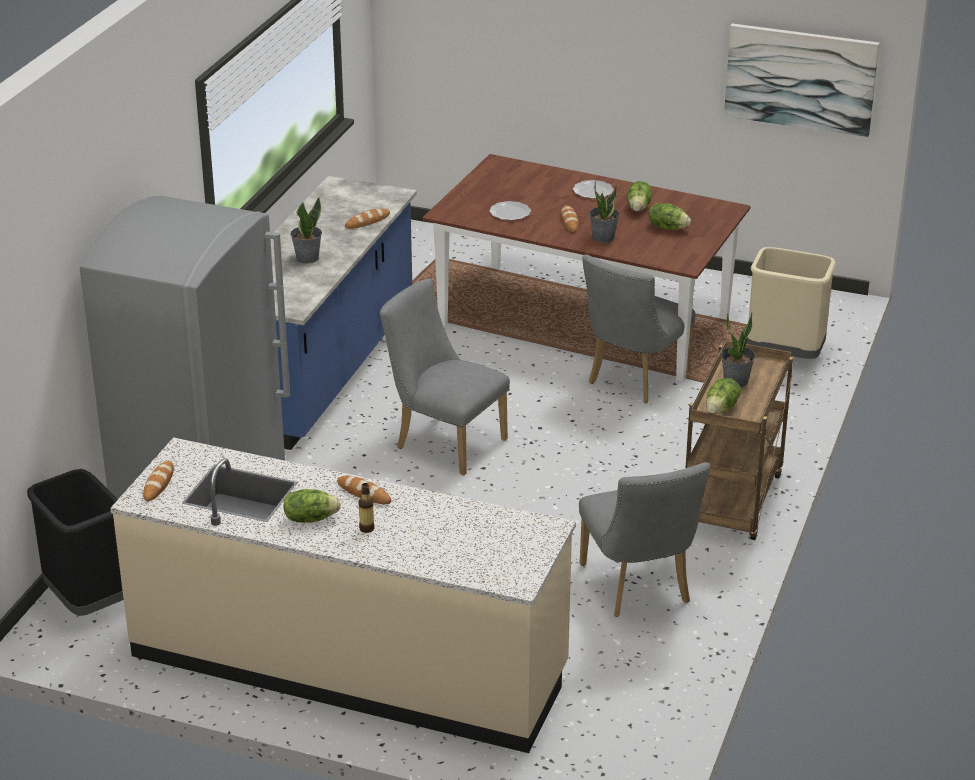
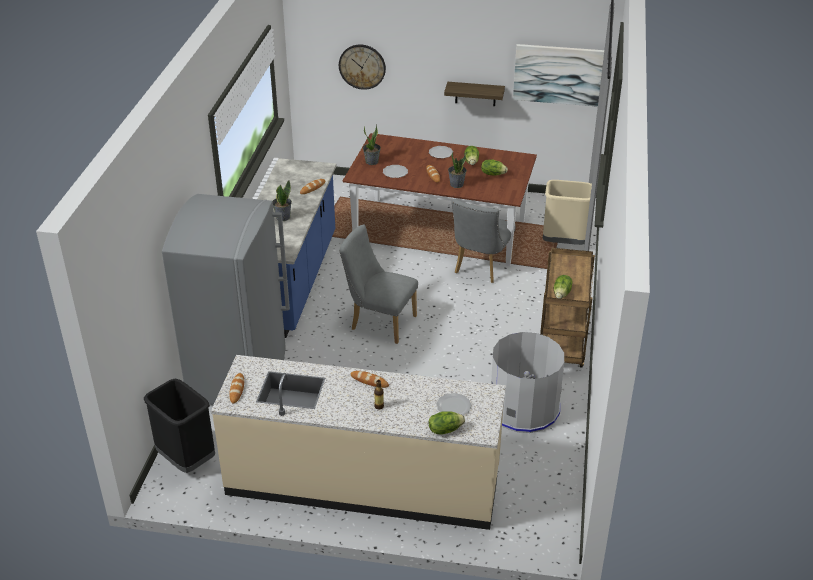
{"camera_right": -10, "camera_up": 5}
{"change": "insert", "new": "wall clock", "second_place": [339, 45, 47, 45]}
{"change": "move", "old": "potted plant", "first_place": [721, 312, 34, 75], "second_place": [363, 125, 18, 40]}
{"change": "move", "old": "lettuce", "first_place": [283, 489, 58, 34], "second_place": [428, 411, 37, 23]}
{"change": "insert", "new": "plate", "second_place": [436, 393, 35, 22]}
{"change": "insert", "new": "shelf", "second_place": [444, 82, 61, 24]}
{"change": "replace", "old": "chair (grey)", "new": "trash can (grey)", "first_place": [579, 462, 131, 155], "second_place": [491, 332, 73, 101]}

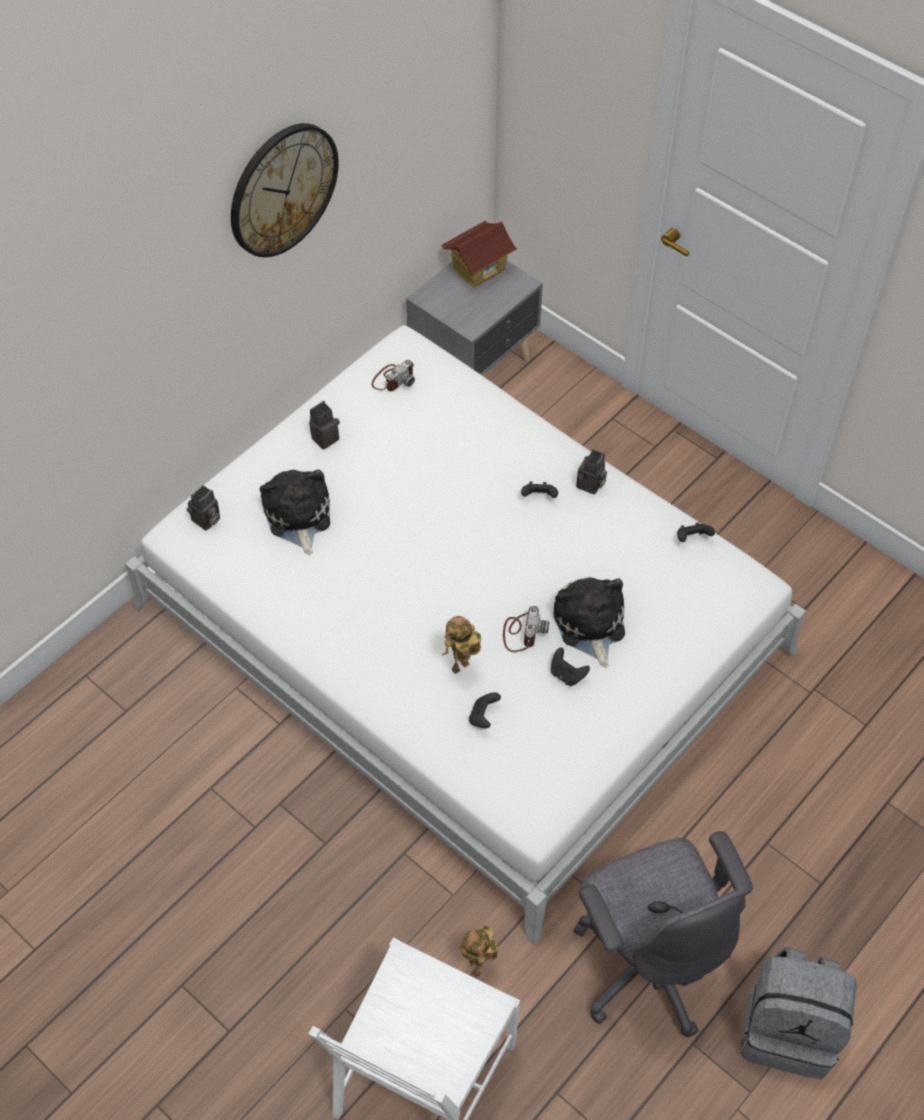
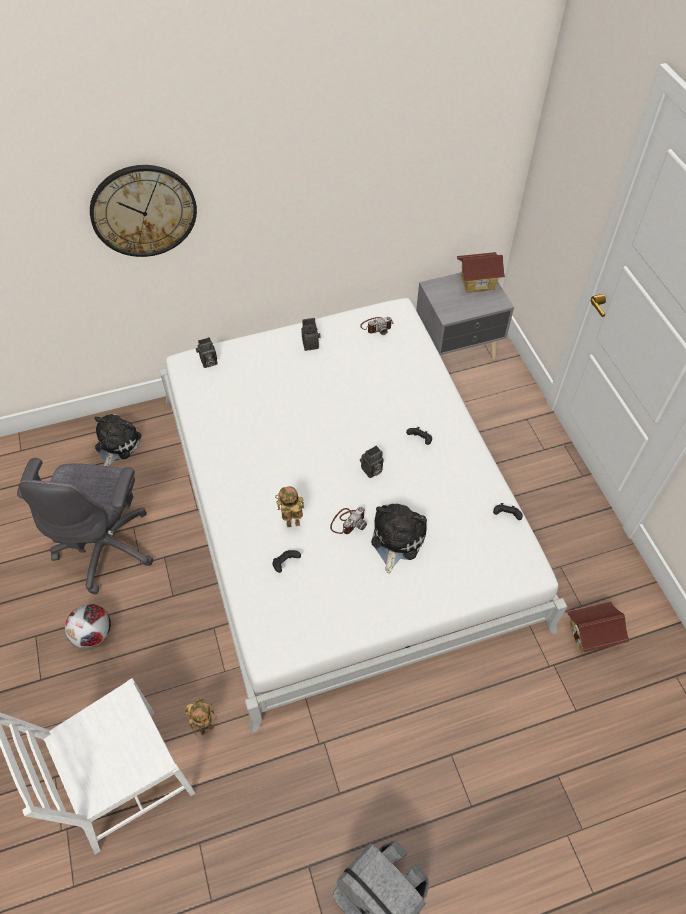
{"camera_right": 30, "camera_up": 0}
{"change": "move", "old": "office chair (grey)", "first_place": [573, 831, 180, 206], "second_place": [17, 458, 136, 136]}
{"change": "insert", "new": "football", "second_place": [65, 604, 46, 45]}
{"change": "move", "old": "wall clock", "first_place": [231, 123, 108, 134], "second_place": [90, 165, 107, 92]}
{"change": "move", "old": "plush toy", "first_place": [260, 470, 70, 85], "second_place": [94, 414, 47, 52]}
{"change": "rotate", "old": "toy robot", "first_place": [458, 926, 40, 51], "second_place": [185, 698, 33, 41], "degrees": -135}
{"change": "move", "old": "photo camera", "first_place": [576, 450, 31, 45], "second_place": [360, 446, 24, 32]}
{"change": "insert", "new": "toy house", "second_place": [567, 602, 63, 51]}
{"change": "delete", "old": "game controller (black)", "first_place": [551, 648, 39, 38]}

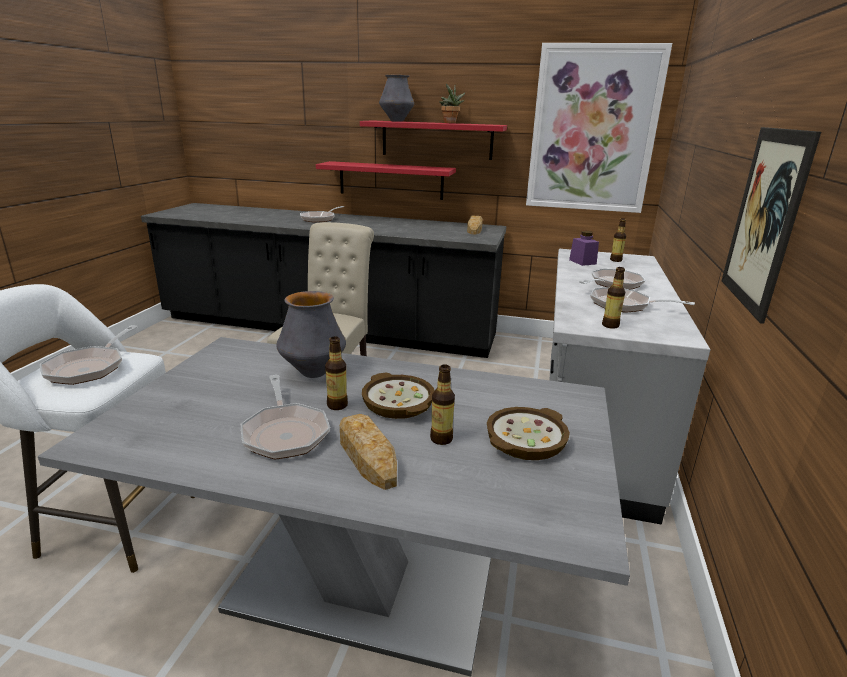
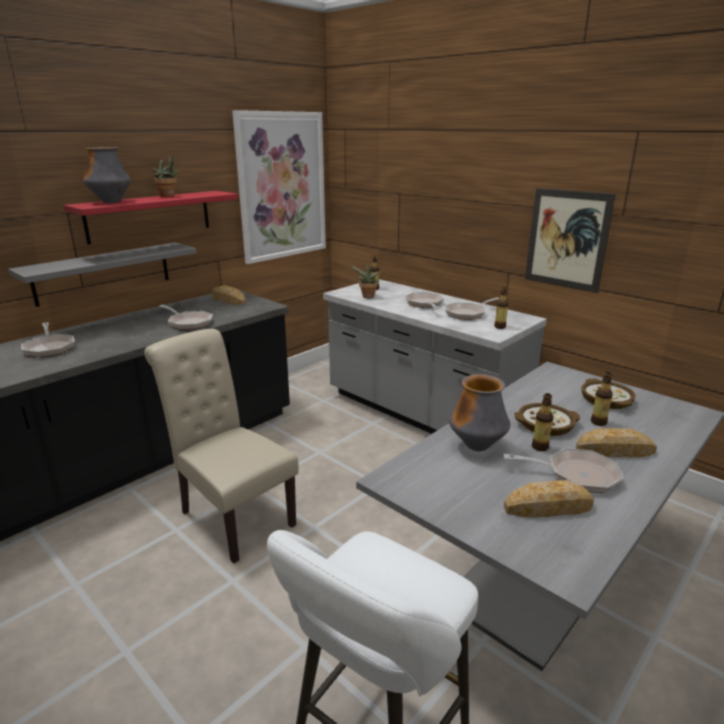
{"camera_right": -60, "camera_up": 0}
{"change": "recolor", "old": "shelf (red)", "new": "shelf (grey)", "first_place": [316, 161, 140, 39], "second_place": [8, 243, 189, 64]}
{"change": "move", "old": "frying pan", "first_place": [40, 325, 98, 60], "second_place": [160, 305, 53, 25]}
{"change": "replace", "old": "jar (purple)", "new": "potted plant", "first_place": [569, 231, 30, 35], "second_place": [350, 265, 31, 33]}
{"change": "insert", "new": "bread", "second_place": [504, 480, 90, 38]}

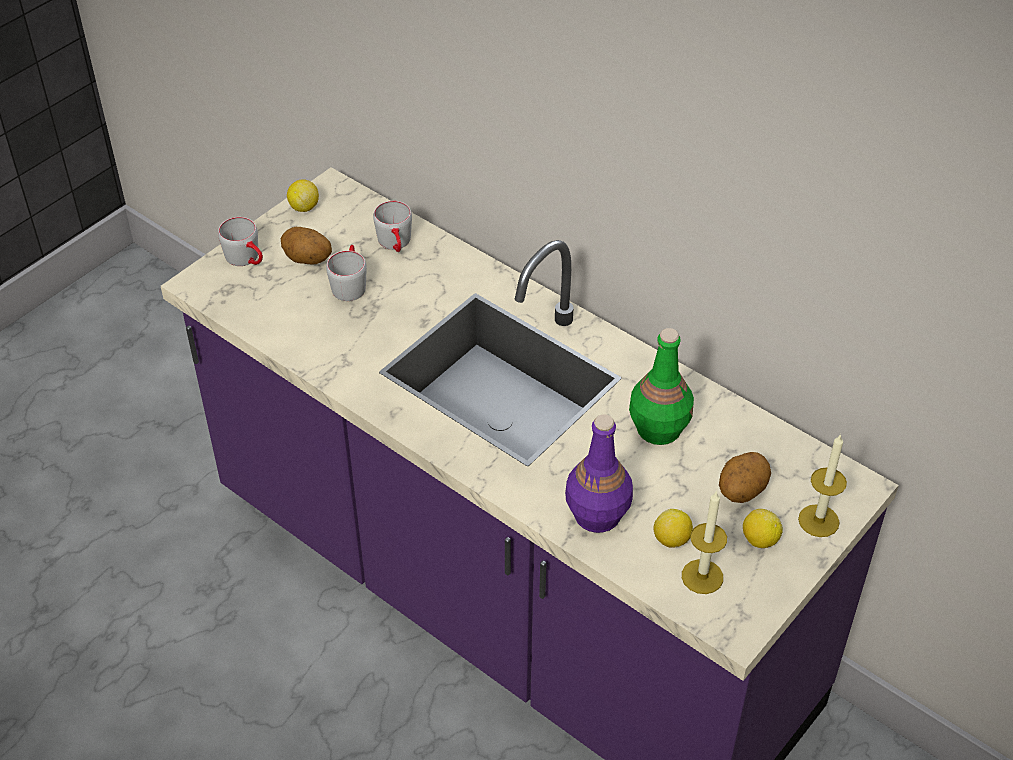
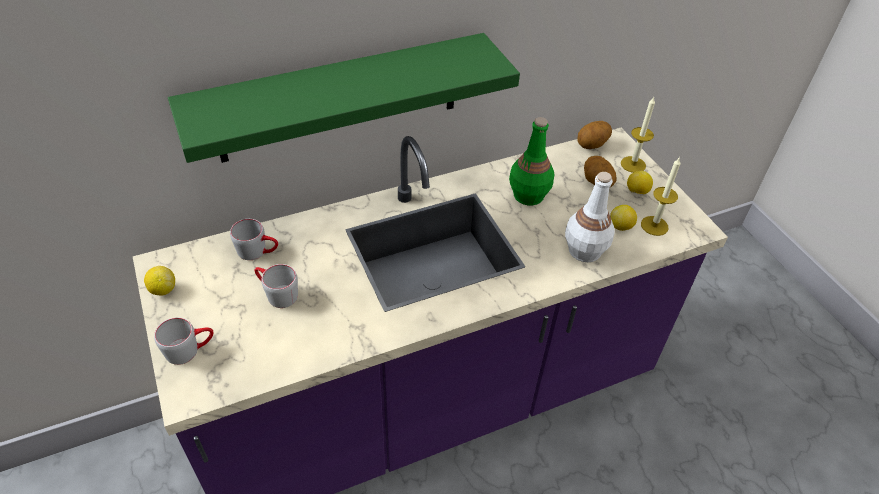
{"camera_right": -65, "camera_up": 0}
{"change": "insert", "new": "shelf (green)", "second_place": [168, 33, 352, 130]}
{"change": "recolor", "old": "bottle (purple)", "new": "bottle (white)", "first_place": [565, 415, 68, 118], "second_place": [565, 172, 50, 90]}
{"change": "move", "old": "potato", "first_place": [281, 227, 51, 38], "second_place": [577, 121, 35, 28]}

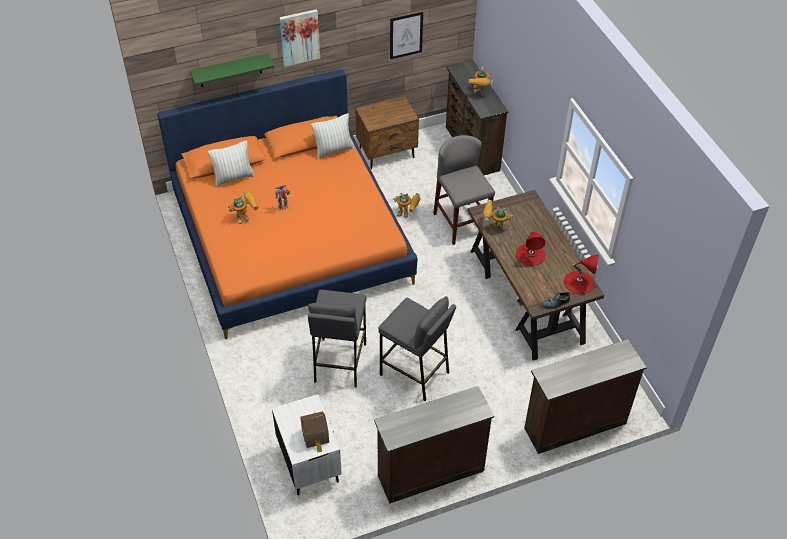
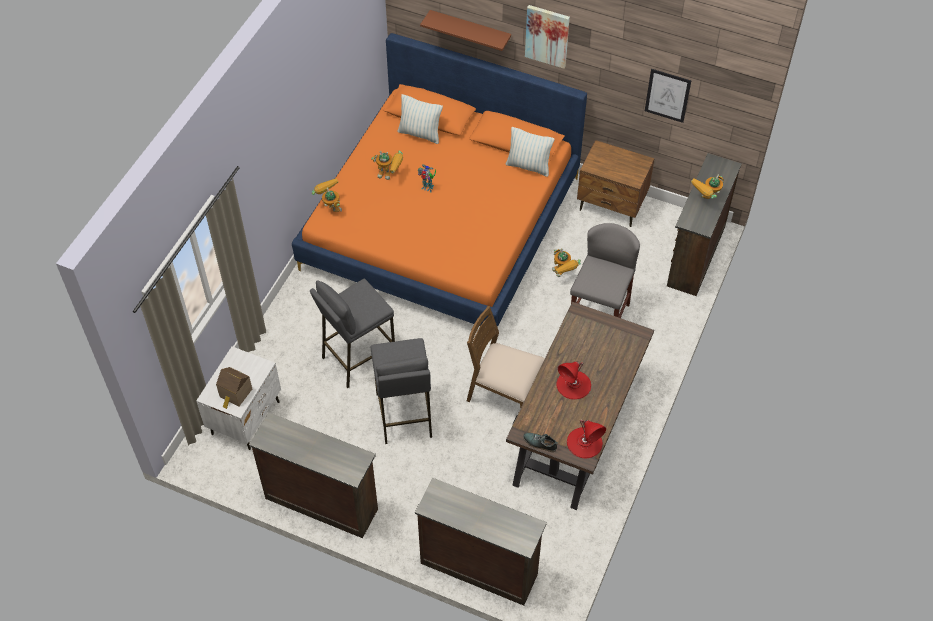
{"camera_right": 45, "camera_up": 5}
{"change": "move", "old": "toy robot", "first_place": [483, 200, 30, 27], "second_place": [312, 178, 30, 34]}
{"change": "recolor", "old": "shelf (green)", "new": "shelf (brown)", "first_place": [190, 53, 84, 34], "second_place": [420, 10, 91, 41]}
{"change": "insert", "new": "chair (brown)", "second_place": [467, 306, 78, 103]}

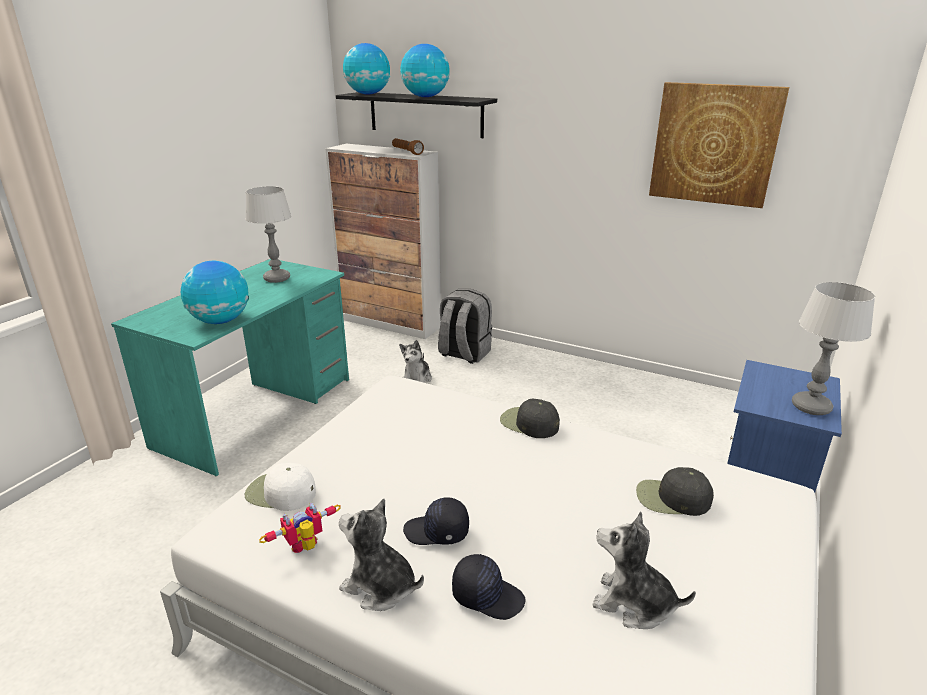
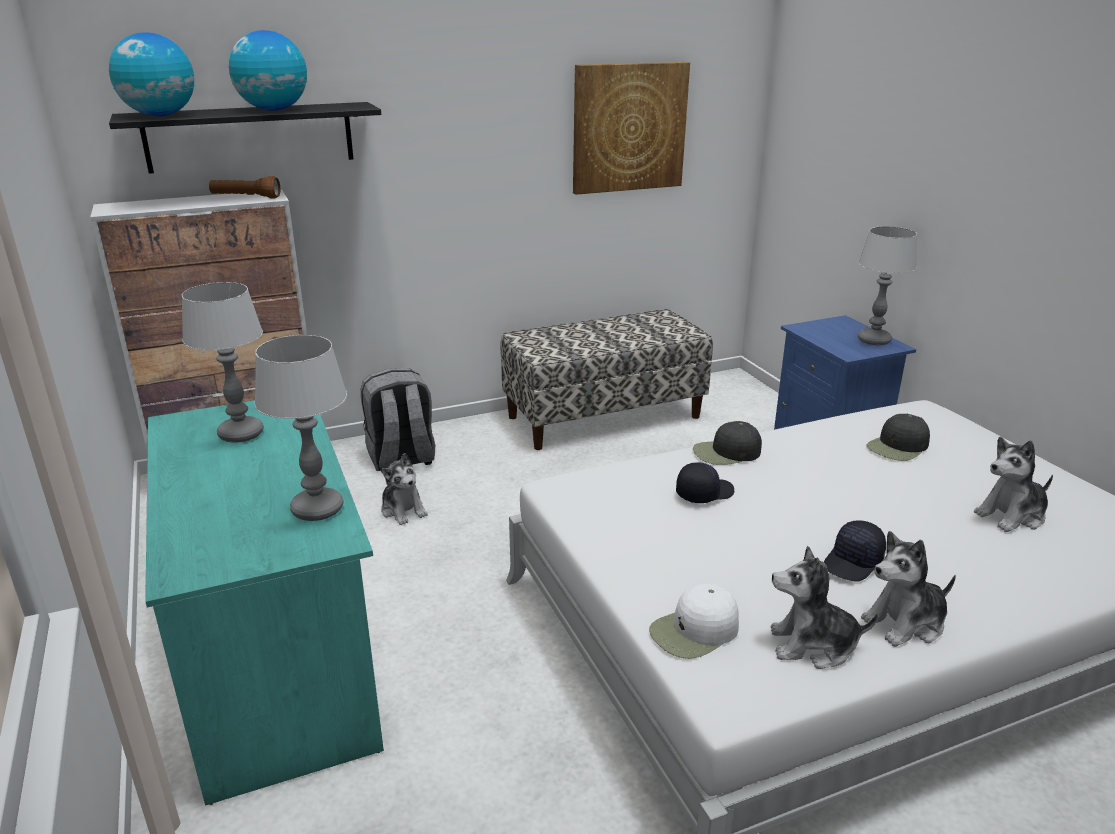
{"camera_right": -50, "camera_up": 0}
{"change": "replace", "old": "globe", "new": "table lamp", "first_place": [181, 261, 68, 63], "second_place": [255, 335, 92, 186]}
{"change": "insert", "new": "bench", "second_place": [500, 309, 213, 141]}
{"change": "move", "old": "cap (black)", "first_place": [452, 554, 74, 66], "second_place": [676, 462, 58, 41]}
{"change": "replace", "old": "toy robot", "new": "plush toy", "first_place": [259, 503, 82, 50], "second_place": [770, 546, 109, 123]}

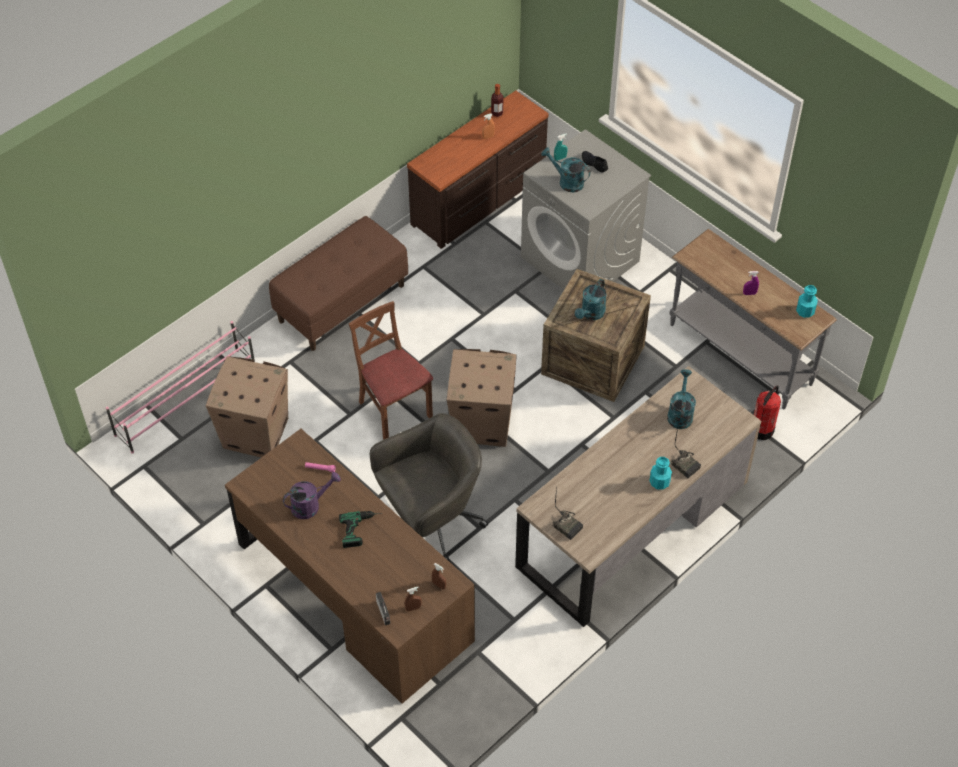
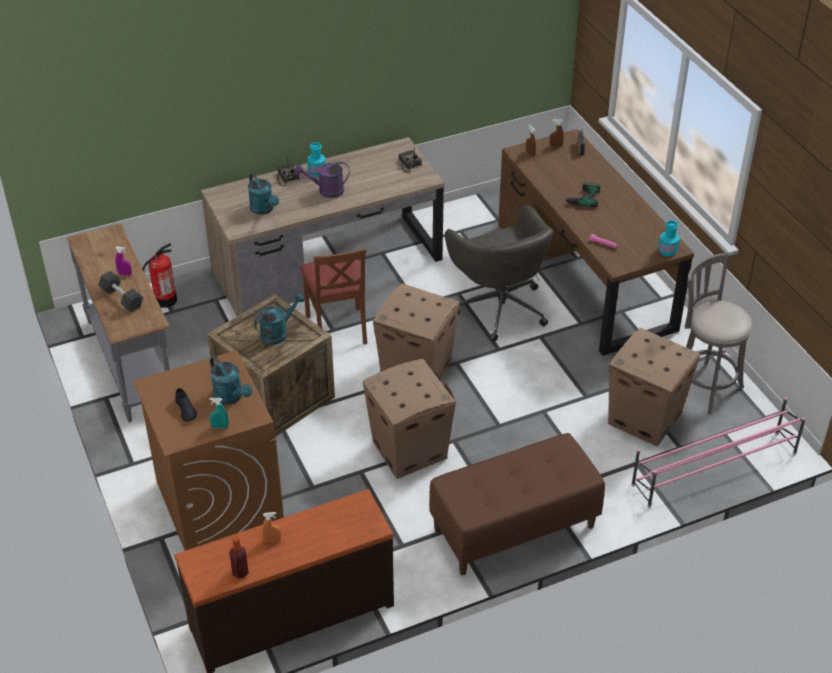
{"camera_right": -160, "camera_up": -10}
{"change": "insert", "new": "dumbbell (black)", "second_place": [98, 271, 46, 41]}
{"change": "recolor", "old": "washing machine (grey)", "new": "washing machine (brown)", "first_place": [521, 129, 130, 161], "second_place": [133, 351, 151, 200]}
{"change": "rotate", "old": "watering can (turquoise)", "first_place": [667, 369, 29, 60], "second_place": [248, 173, 31, 42], "degrees": -60}
{"change": "move", "old": "watering can (purple)", "first_place": [283, 472, 58, 47], "second_place": [295, 162, 55, 36]}
{"change": "move", "old": "chair (brown)", "first_place": [349, 301, 84, 139], "second_place": [300, 248, 67, 96]}
{"change": "insert", "new": "cardboard box", "second_place": [363, 358, 93, 121]}
{"change": "rotate", "old": "office chair (grey)", "first_place": [370, 413, 118, 149], "second_place": [445, 205, 109, 137], "degrees": -105}
{"change": "move", "old": "bottle (turquoise)", "first_place": [796, 285, 22, 33], "second_place": [658, 220, 22, 36]}
{"change": "insert", "new": "stool (grey)", "second_place": [685, 253, 67, 161]}

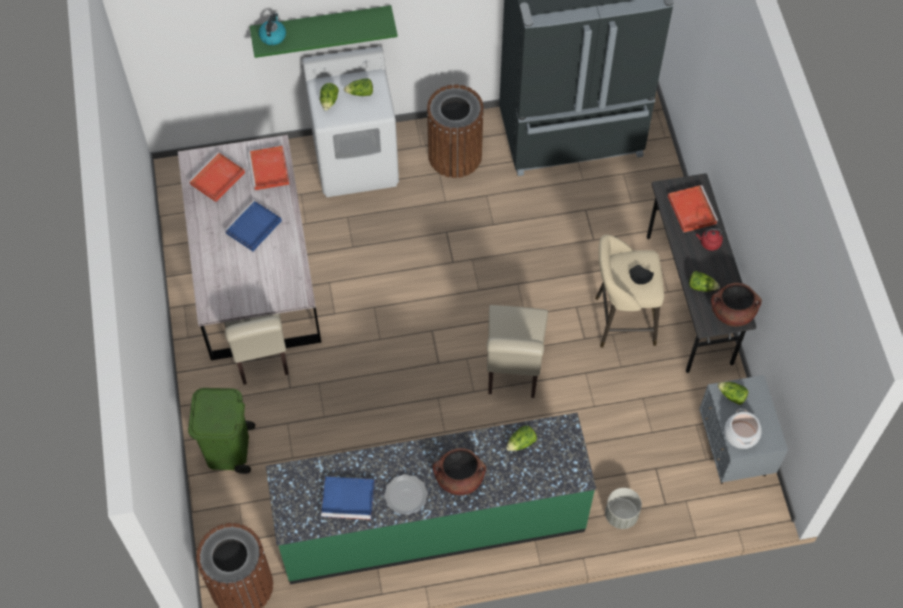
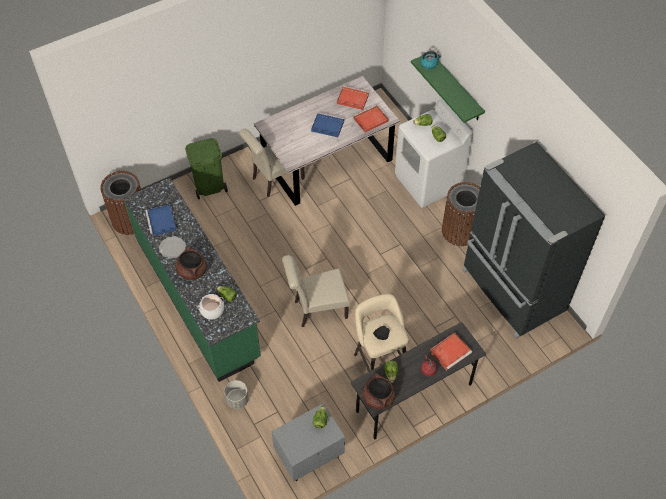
{"camera_right": 70, "camera_up": -5}
{"change": "move", "old": "cooking pot", "first_place": [724, 409, 38, 40], "second_place": [198, 294, 26, 26]}

